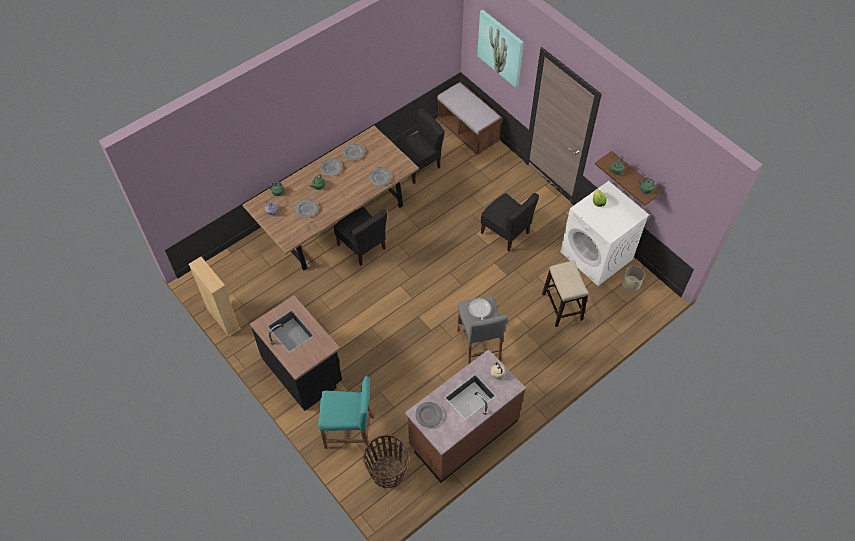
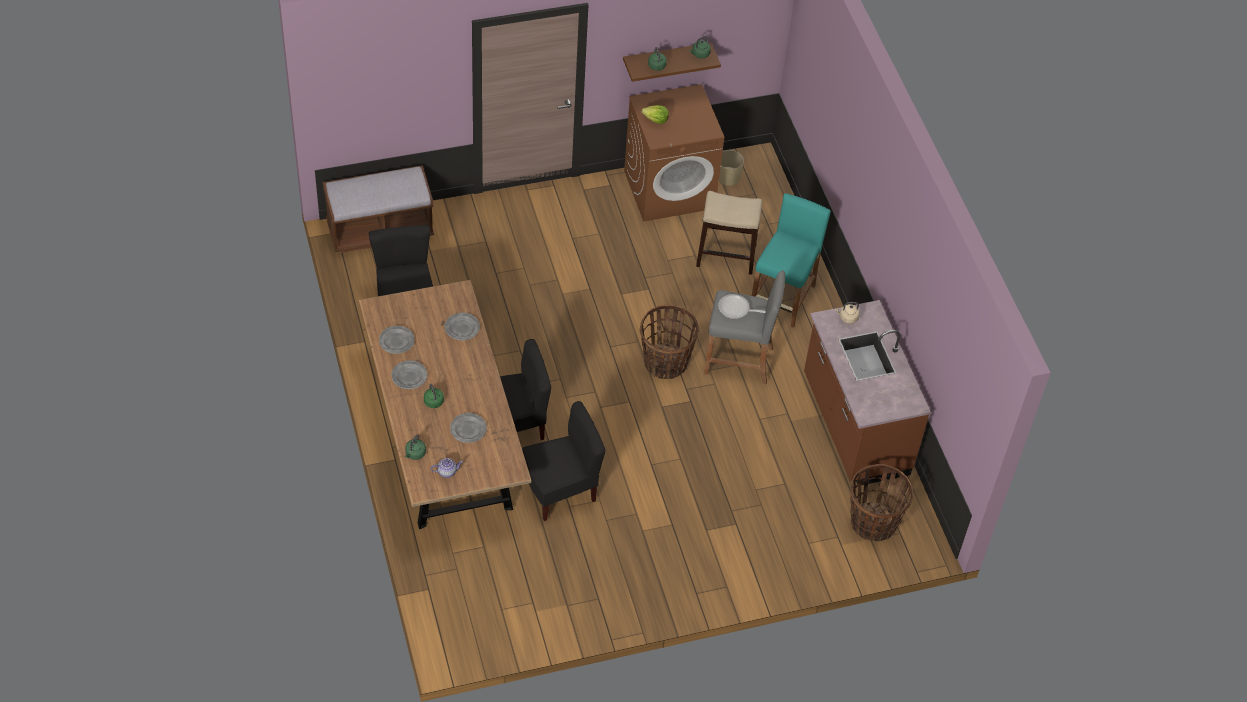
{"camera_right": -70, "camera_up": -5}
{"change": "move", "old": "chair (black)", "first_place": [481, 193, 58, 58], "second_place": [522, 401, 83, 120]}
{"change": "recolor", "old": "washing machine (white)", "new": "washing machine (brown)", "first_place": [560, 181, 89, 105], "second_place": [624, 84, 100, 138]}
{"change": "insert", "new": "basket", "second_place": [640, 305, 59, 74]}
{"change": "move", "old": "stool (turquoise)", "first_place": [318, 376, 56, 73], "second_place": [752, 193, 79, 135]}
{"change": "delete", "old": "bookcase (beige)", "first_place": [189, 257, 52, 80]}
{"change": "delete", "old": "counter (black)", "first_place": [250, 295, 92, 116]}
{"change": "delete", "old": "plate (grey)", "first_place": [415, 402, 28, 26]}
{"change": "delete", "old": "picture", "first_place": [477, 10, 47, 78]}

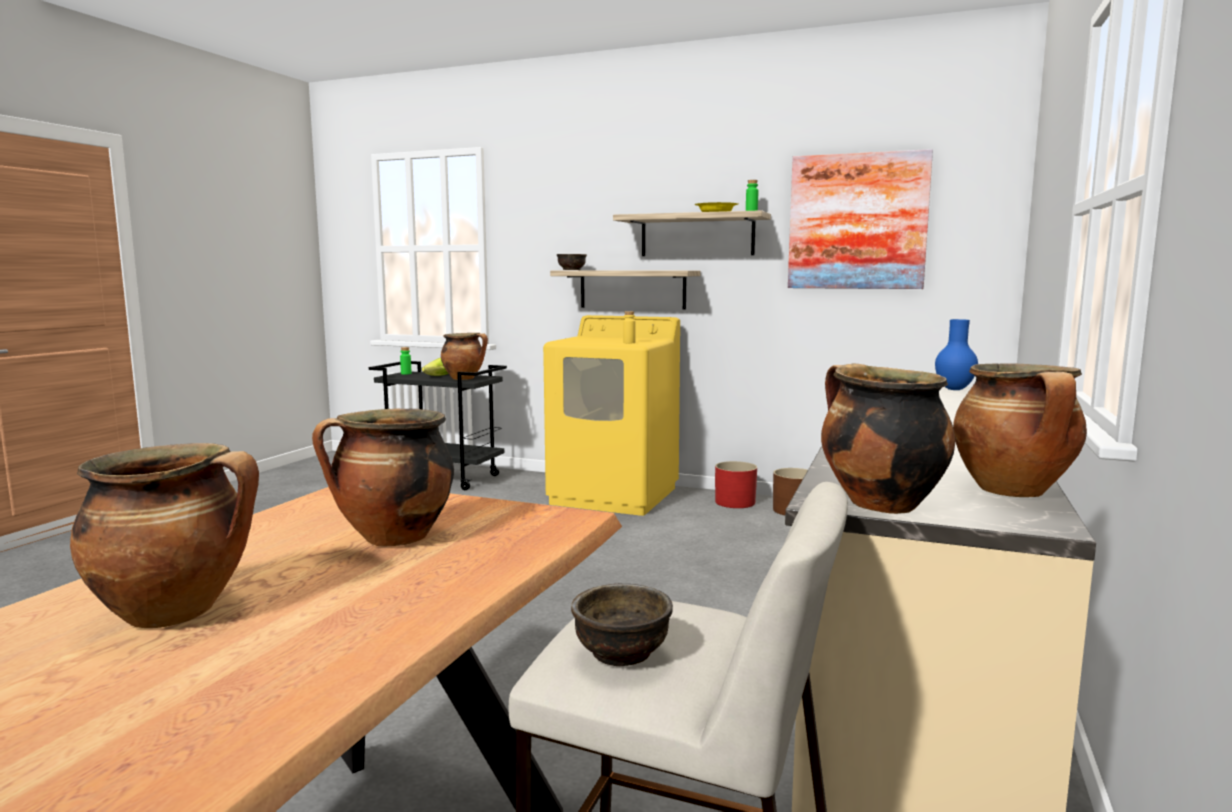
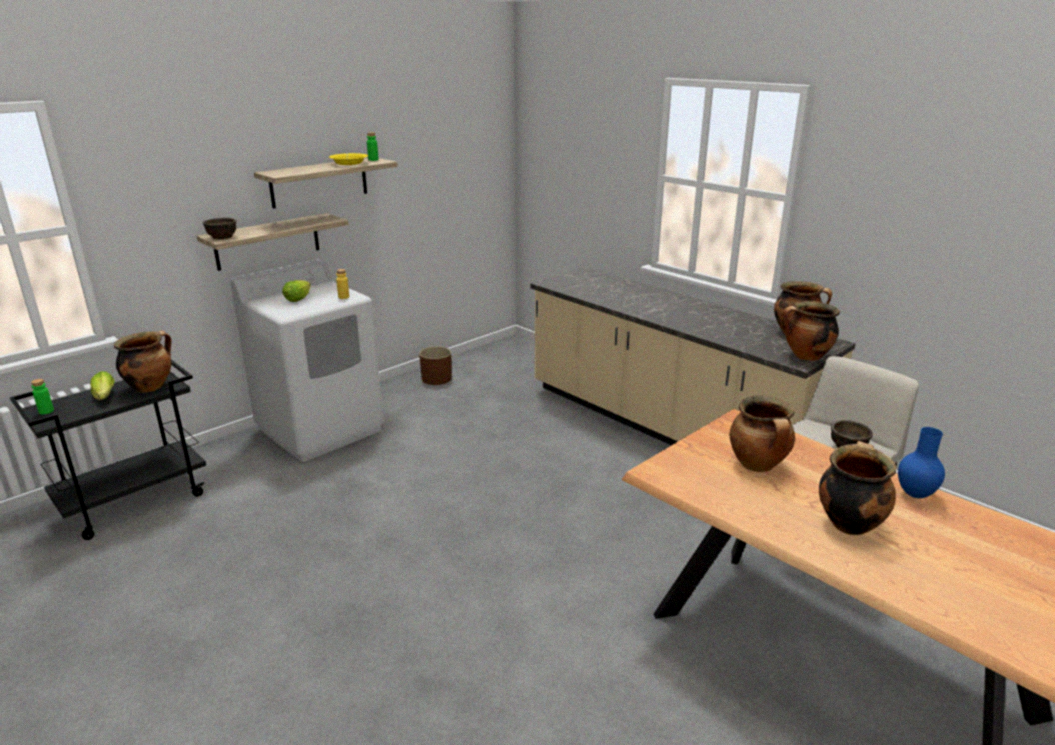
{"camera_right": -65, "camera_up": 15}
{"change": "recolor", "old": "washing machine (yellow)", "new": "washing machine (white)", "first_place": [543, 315, 137, 201], "second_place": [230, 259, 153, 203]}
{"change": "insert", "new": "lettuce", "second_place": [282, 280, 29, 22]}
{"change": "move", "old": "vase (blue)", "first_place": [935, 319, 43, 71], "second_place": [898, 427, 47, 71]}
{"change": "delete", "old": "planter (red)", "first_place": [715, 461, 42, 47]}
{"change": "delete", "old": "picture", "first_place": [788, 149, 145, 140]}

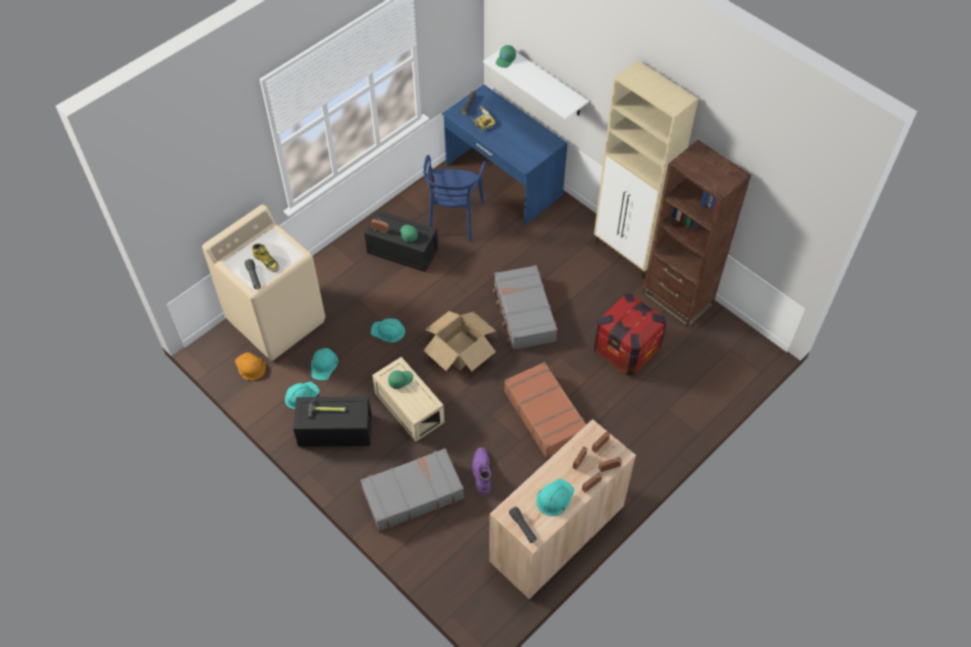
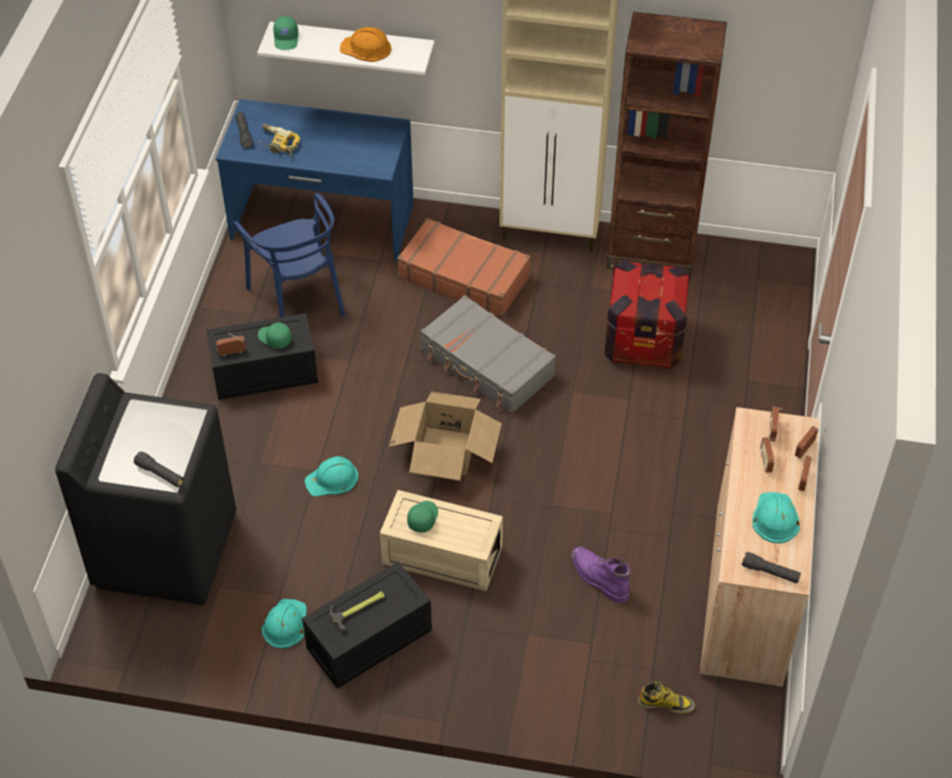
{"camera_right": -35, "camera_up": -5}
{"change": "recolor", "old": "washing machine (beige)", "new": "washing machine (black)", "first_place": [202, 205, 123, 156], "second_place": [55, 373, 181, 232]}
{"change": "move", "old": "hard hat (orange)", "first_place": [235, 352, 31, 28], "second_place": [340, 27, 52, 35]}
{"change": "move", "old": "suitcase (brown)", "first_place": [504, 362, 82, 96], "second_place": [397, 218, 134, 100]}
{"change": "move", "old": "boot", "first_place": [252, 244, 28, 28], "second_place": [638, 682, 57, 31]}
{"change": "delete", "old": "hard hat (turquoise)", "first_place": [311, 348, 27, 32]}
{"change": "delete", "old": "suitcase (grey)", "first_place": [361, 448, 103, 83]}

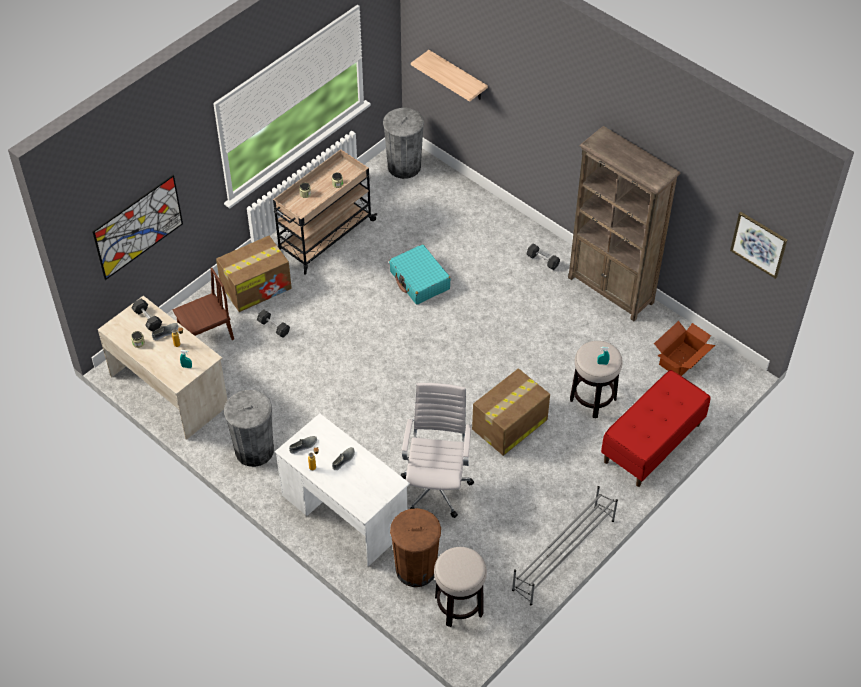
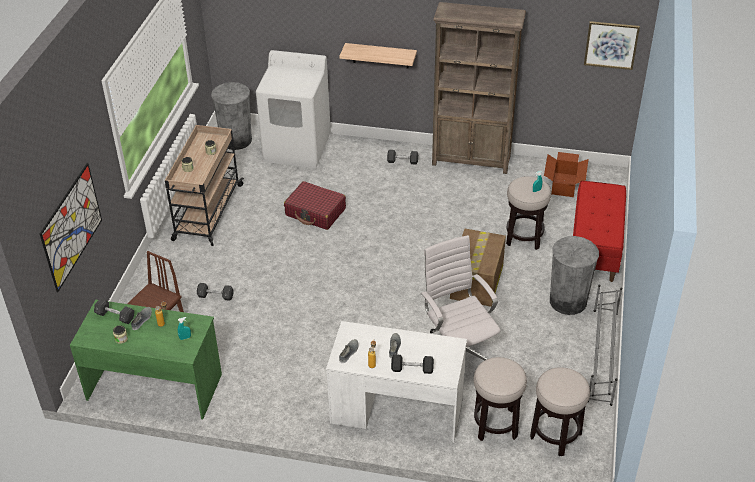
{"camera_right": -30, "camera_up": -10}
{"change": "recolor", "old": "desk (beige)", "new": "desk (green)", "first_place": [98, 296, 130, 144], "second_place": [70, 300, 152, 119]}
{"change": "insert", "new": "washing machine (white)", "second_place": [256, 50, 75, 118]}
{"change": "recolor", "old": "suitcase (turquoise)", "new": "suitcase (red)", "first_place": [389, 244, 62, 61], "second_place": [284, 181, 62, 49]}
{"change": "move", "old": "shelf", "first_place": [411, 50, 77, 52], "second_place": [339, 43, 78, 25]}
{"change": "insert", "new": "dumbbell (black)", "second_place": [391, 354, 43, 20]}
{"change": "replace", "old": "trash can (brown)", "new": "stool", "first_place": [390, 508, 51, 79], "second_place": [474, 357, 53, 84]}
{"change": "move", "old": "trash can (grey)", "first_place": [224, 390, 50, 77], "second_place": [550, 236, 49, 79]}
{"change": "delete", "old": "cardboard box", "first_place": [216, 236, 76, 76]}

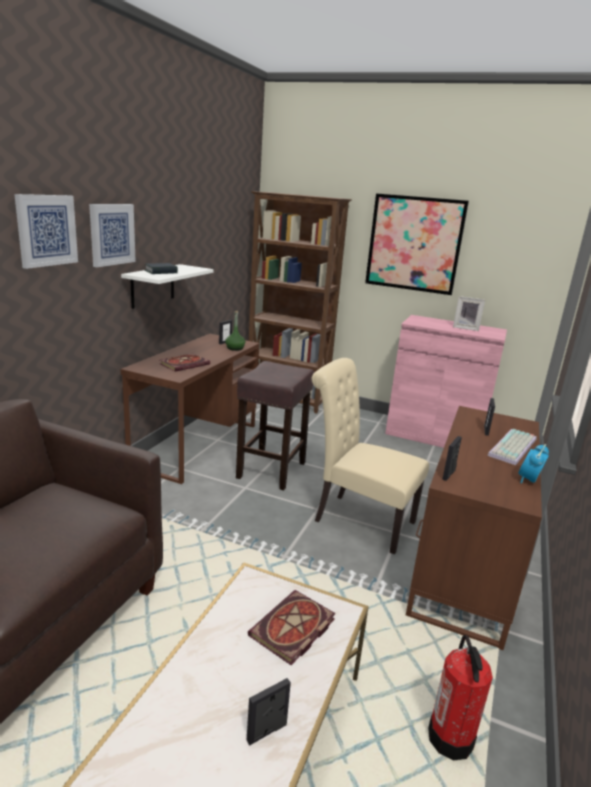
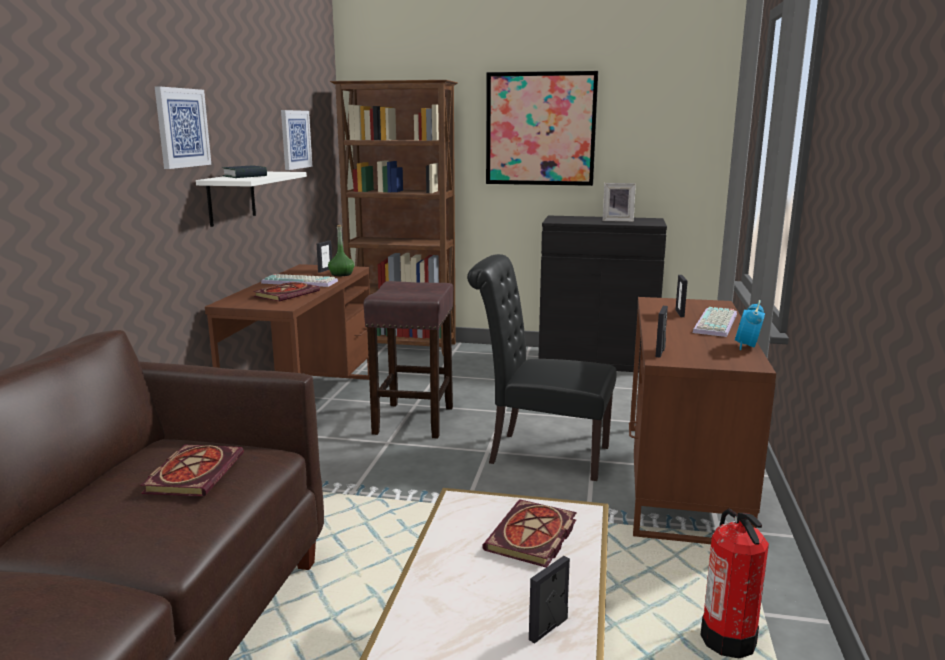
{"camera_right": -10, "camera_up": -5}
{"change": "insert", "new": "book", "second_place": [140, 445, 104, 51]}
{"change": "insert", "new": "keyboard", "second_place": [261, 274, 77, 13]}
{"change": "move", "old": "picture", "first_place": [14, 194, 64, 75], "second_place": [281, 110, 31, 60]}
{"change": "recolor", "old": "chair (beige)", "new": "chair (black)", "first_place": [312, 358, 117, 197], "second_place": [467, 254, 150, 227]}
{"change": "recolor", "old": "cabinet (pink)", "new": "cabinet (black)", "first_place": [385, 315, 122, 133], "second_place": [538, 216, 129, 156]}

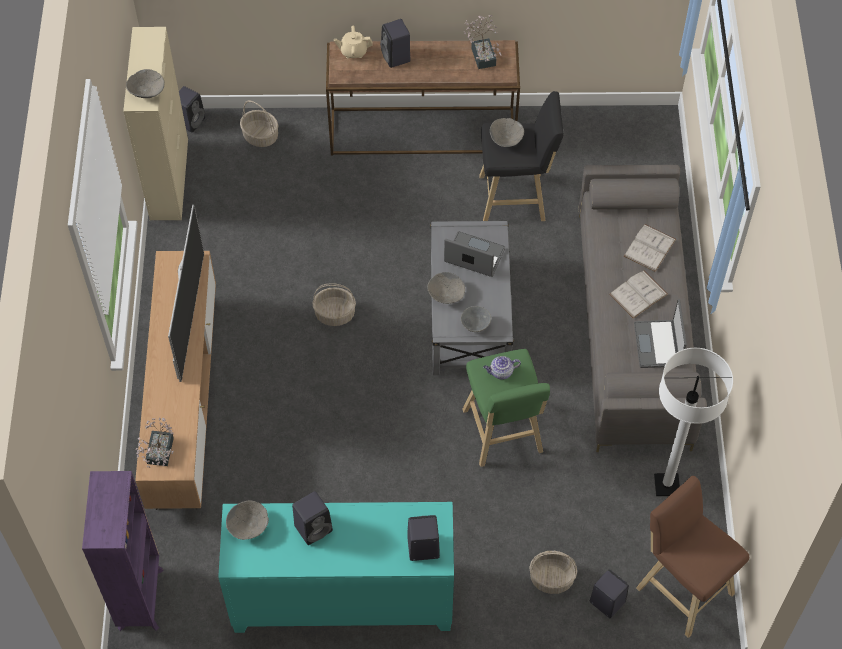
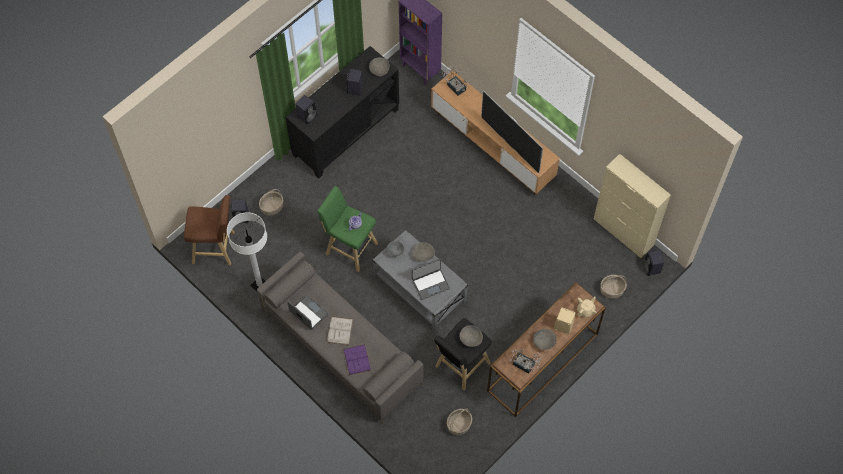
{"camera_right": 135, "camera_up": 5}
{"change": "recolor", "old": "cabinet (turquoise)", "new": "cabinet (black)", "first_place": [218, 502, 236, 131], "second_place": [285, 46, 114, 132]}
{"change": "recolor", "old": "book (white)", "new": "book (purple)", "first_place": [624, 224, 52, 48], "second_place": [343, 344, 28, 31]}
{"change": "move", "old": "basket", "first_place": [312, 283, 44, 43], "second_place": [447, 408, 25, 27]}
{"change": "move", "old": "bowl (grey)", "first_place": [126, 69, 39, 29], "second_place": [533, 329, 24, 21]}
{"change": "recolor", "old": "speaker (black)", "new": "speaker (beige)", "first_place": [380, 19, 31, 49], "second_place": [554, 307, 21, 28]}

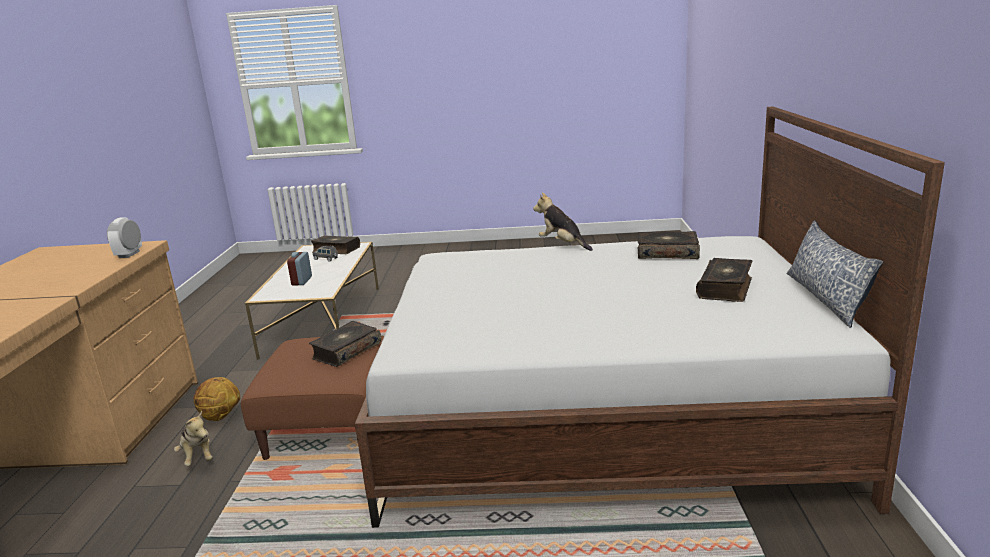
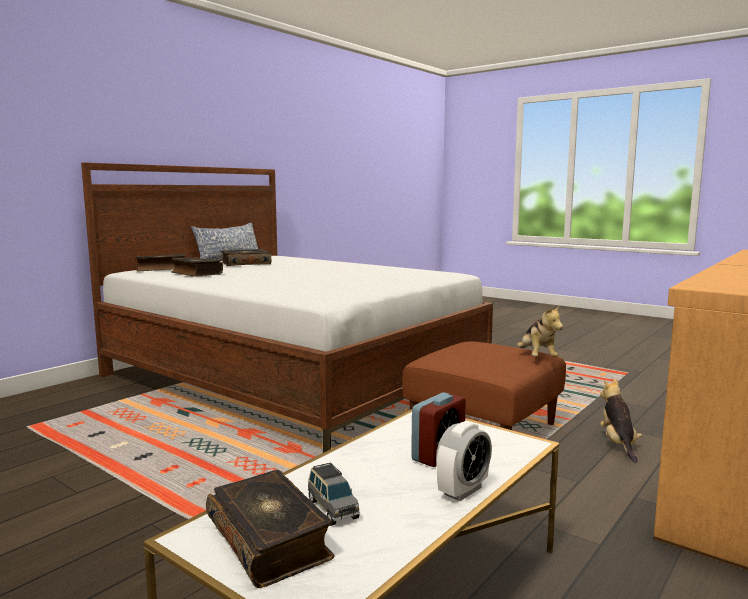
{"camera_right": -145, "camera_up": -10}
{"change": "move", "old": "book", "first_place": [309, 321, 72, 46], "second_place": [136, 254, 50, 18]}
{"change": "move", "old": "alarm clock", "first_place": [107, 217, 35, 41], "second_place": [436, 421, 56, 80]}
{"change": "move", "old": "plush toy", "first_place": [533, 193, 60, 58], "second_place": [517, 305, 46, 52]}
{"change": "delete", "old": "basketball", "first_place": [193, 377, 47, 44]}

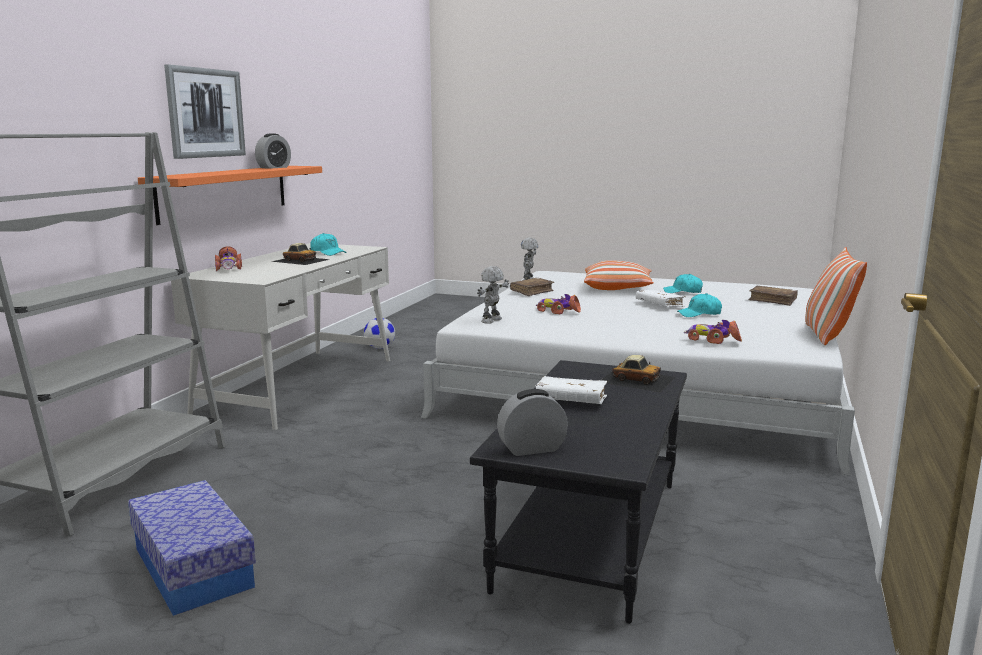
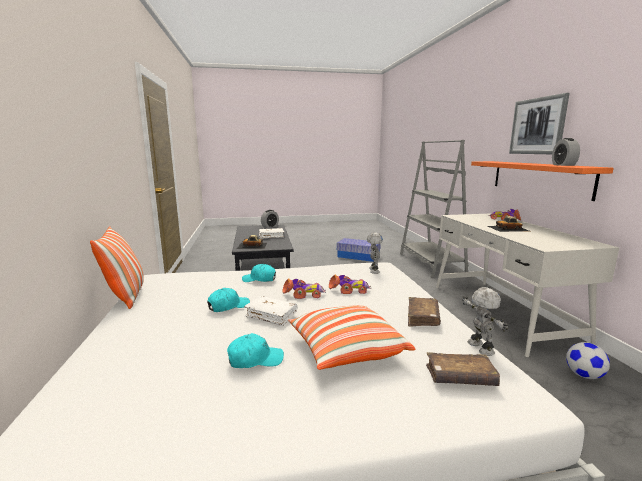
{"camera_right": 150, "camera_up": 0}
{"change": "move", "old": "cap (turquoise)", "first_place": [310, 233, 37, 23], "second_place": [242, 264, 34, 18]}
{"change": "move", "old": "toy car", "first_place": [684, 320, 58, 24], "second_place": [283, 279, 43, 20]}
{"change": "move", "old": "book (brown)", "first_place": [749, 286, 49, 20], "second_place": [426, 352, 74, 34]}

